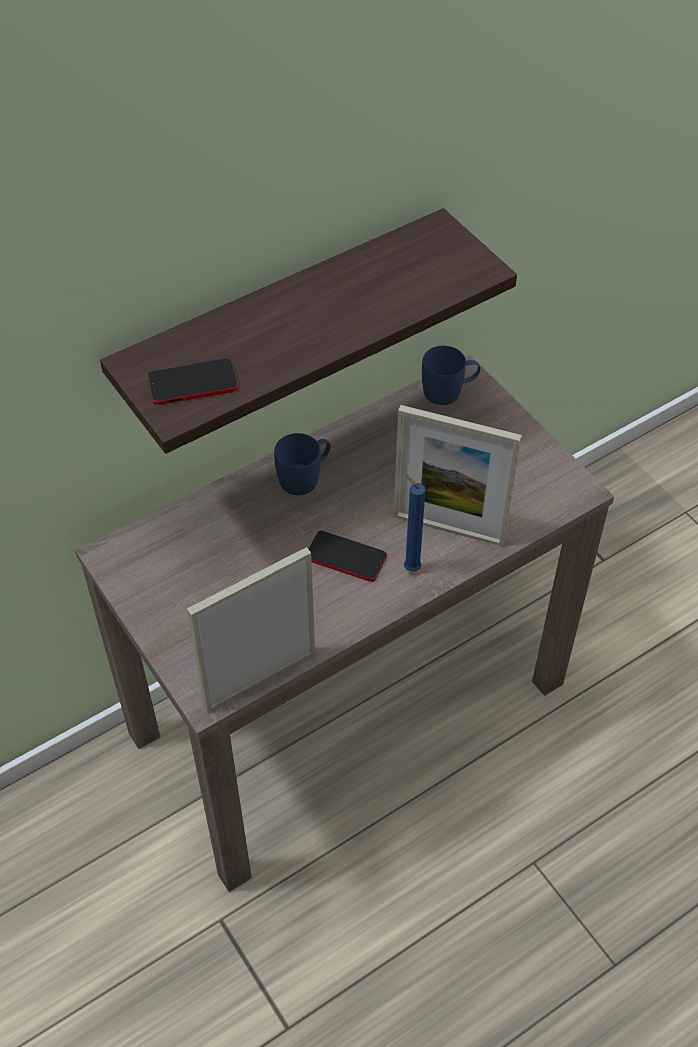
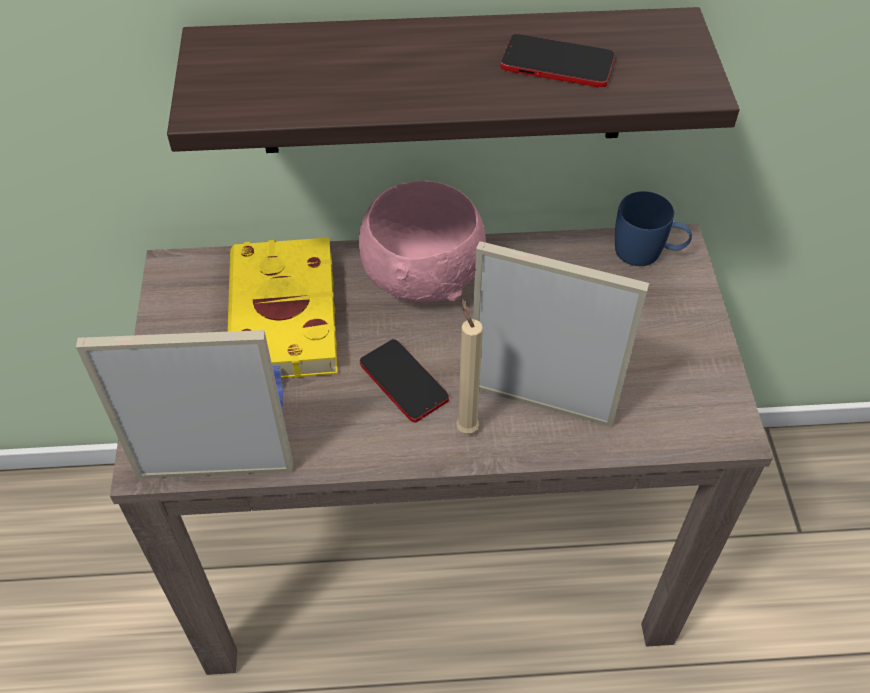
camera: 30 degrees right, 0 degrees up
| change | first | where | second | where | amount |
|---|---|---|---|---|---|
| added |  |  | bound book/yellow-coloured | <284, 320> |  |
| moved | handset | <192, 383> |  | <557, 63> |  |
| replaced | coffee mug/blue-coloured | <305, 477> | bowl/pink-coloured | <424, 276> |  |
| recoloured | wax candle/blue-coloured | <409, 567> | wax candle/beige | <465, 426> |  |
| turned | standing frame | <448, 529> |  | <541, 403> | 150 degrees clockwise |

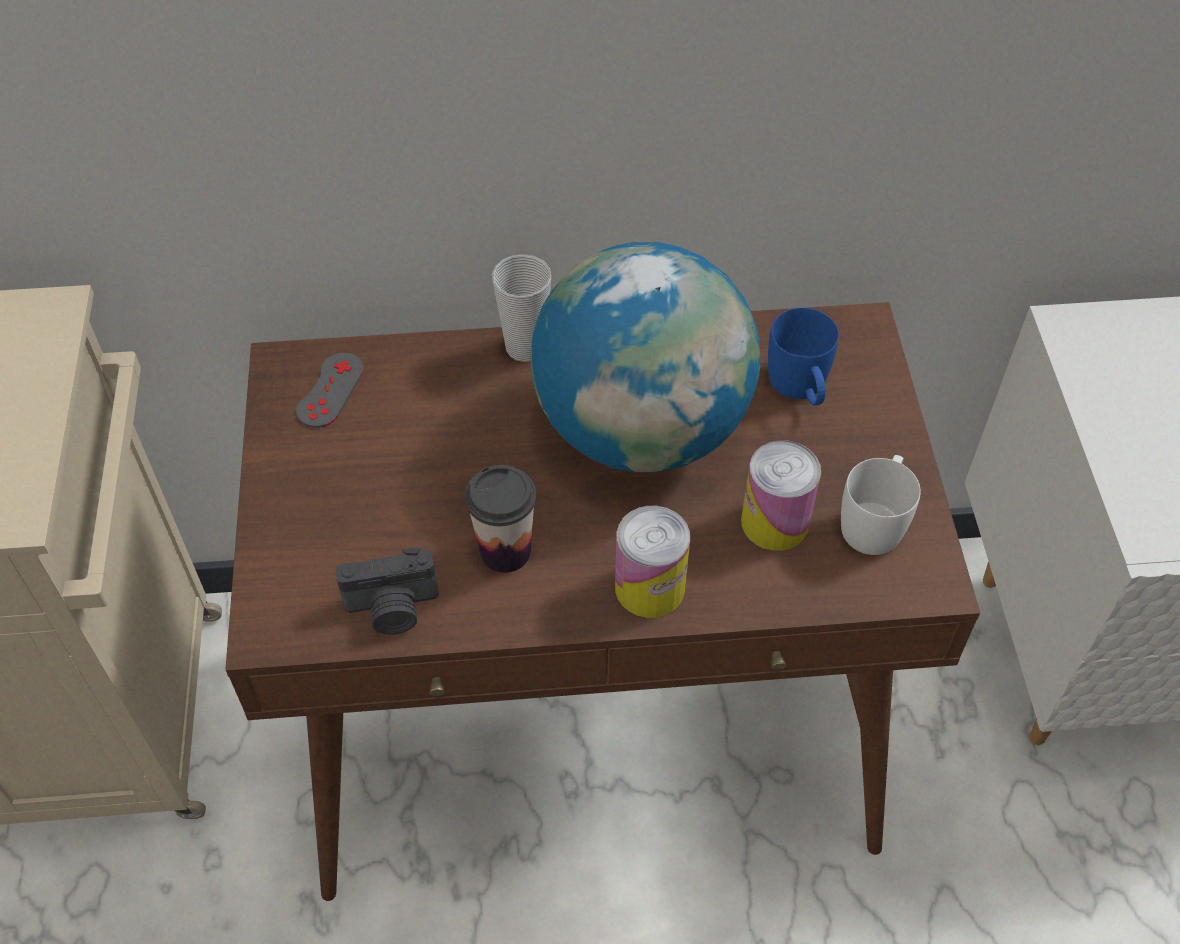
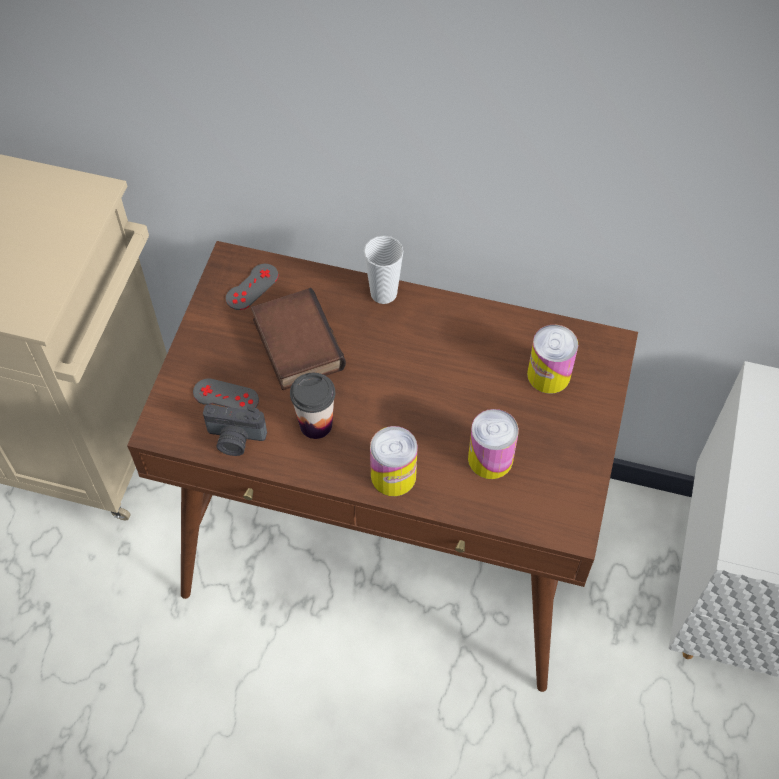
camera: 20 degrees right, 5 degrees up
| change | first | where | second | where | amount |
|---|---|---|---|---|---|
| removed | desk globe | <642, 429> |  |  |  |
| removed | coffee mug/white | <875, 520> |  |  |  |
| added |  |  | game controller/greyish | <226, 396> |  |
| added |  |  | bound book | <294, 344> |  |
| replaced | coffee mug/blue-coloured | <800, 389> | sealed can | <548, 375> |  |

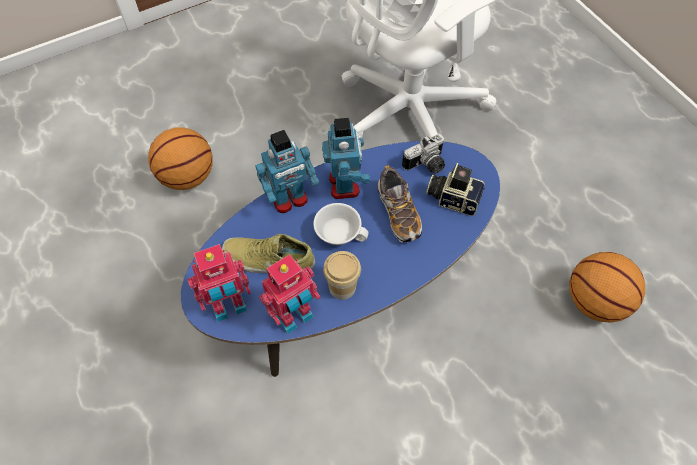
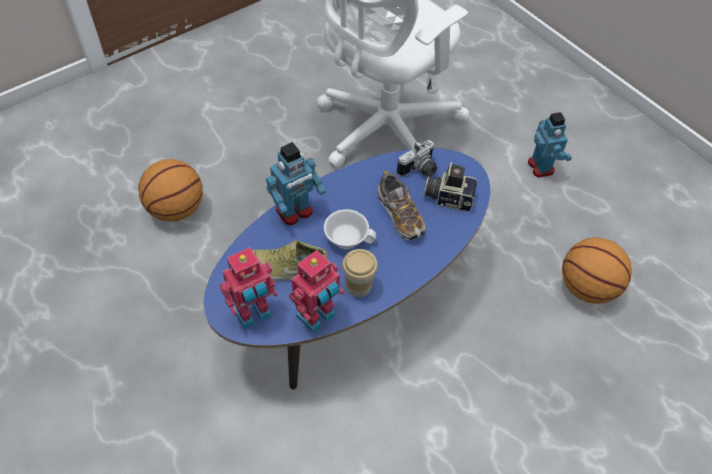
camera: 10 degrees left, 5 degrees down
| change | first | where | second | where | amount |
|---|---|---|---|---|---|
| moved | model robot | <345, 185> |  | <541, 167> |  |

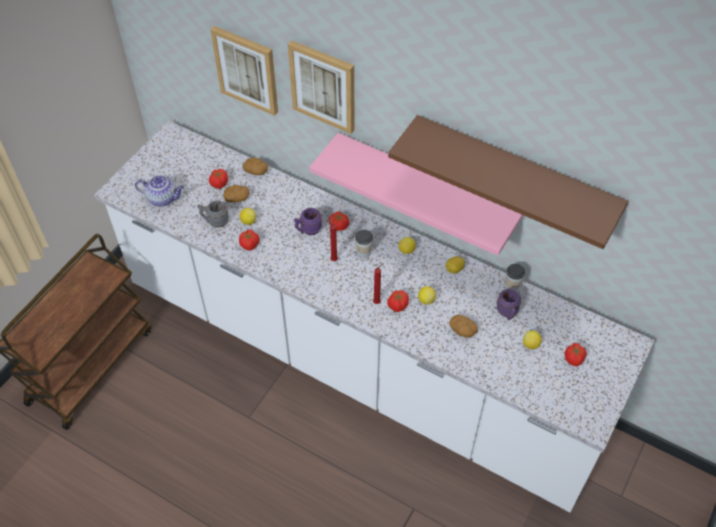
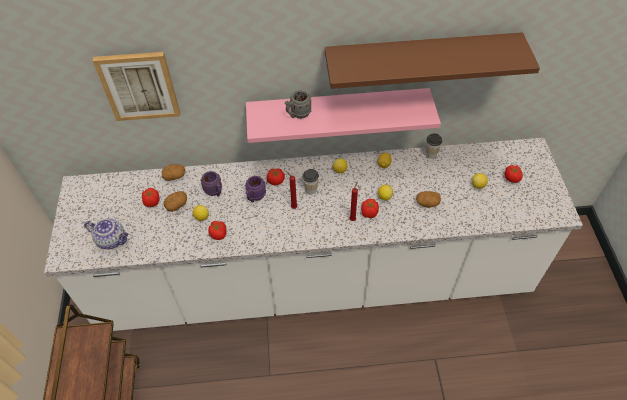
camera: 35 degrees left, 0 degrees up
| change | first | where | second | where | amount |
|---|---|---|---|---|---|
| removed | wall picture | <323, 86> |  |  |  |
| moved | coffee mug/greyish | <215, 221> |  | <298, 114> |  |
| moved | coffee mug/purplish | <507, 313> |  | <215, 192> |  |
| turned | tea pot | <163, 198> |  | <112, 240> | 45 degrees clockwise |

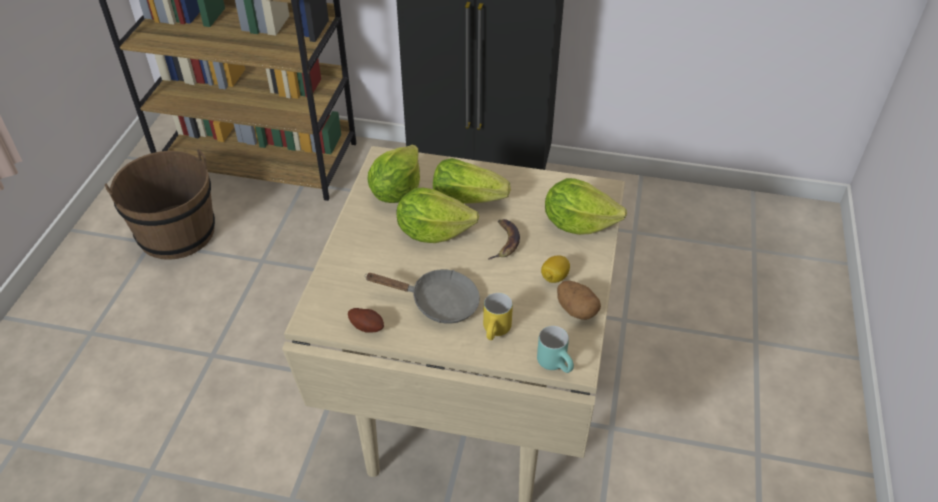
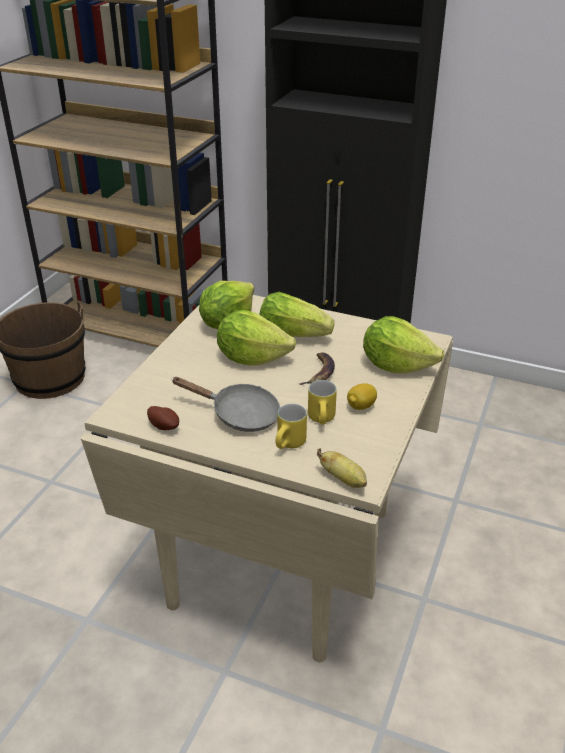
camera: 10 degrees right, 10 degrees down
| change | first | where | second | where | amount |
|---|---|---|---|---|---|
| removed | spud | <576, 309> |  |  |  |
| added |  |  | coffee mug/yellow-coloured | <323, 420> |  |
| replaced | coffee mug/blue-green | <557, 364> | banana | <344, 479> |  |

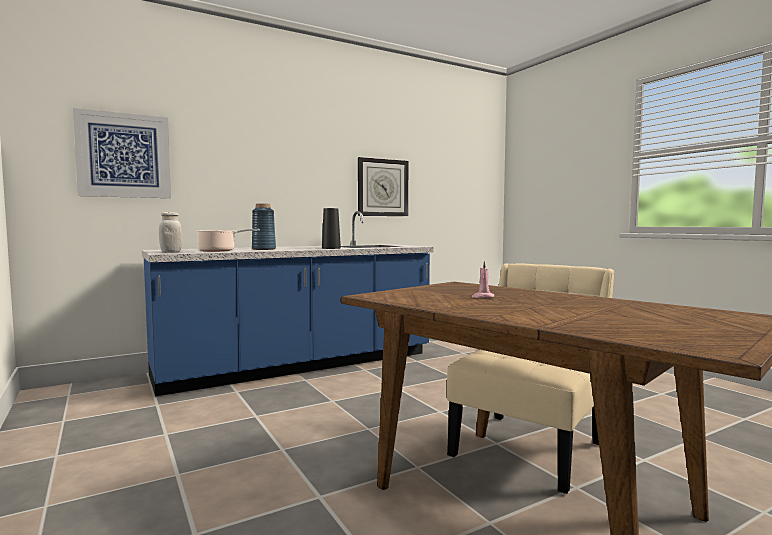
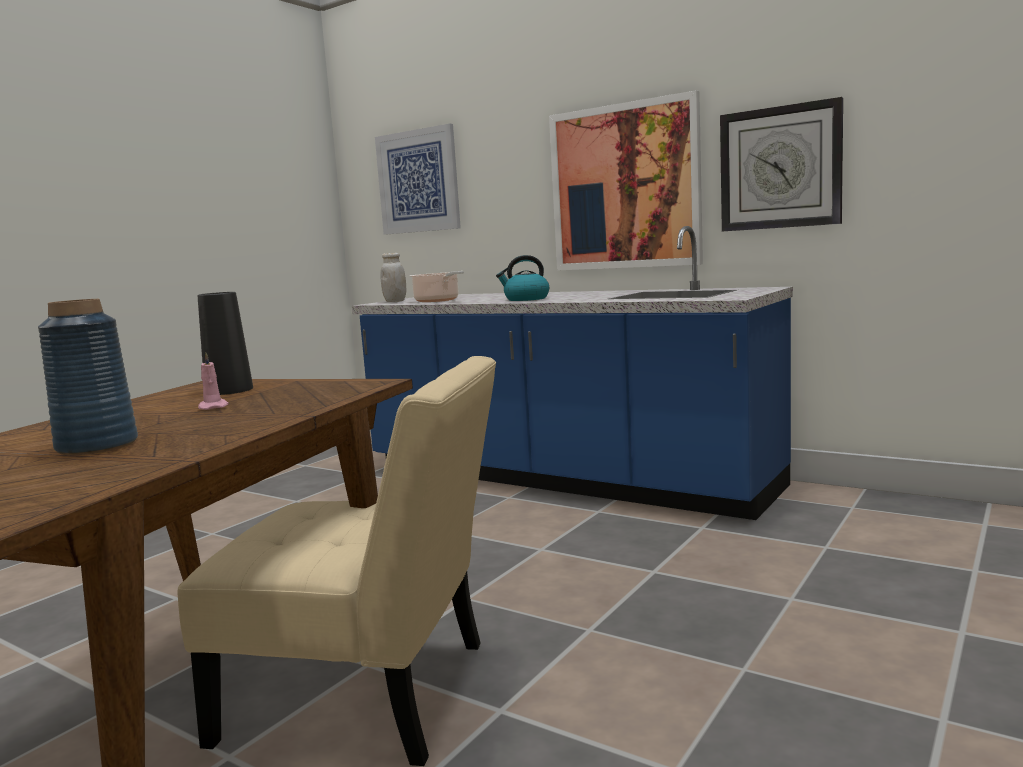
camera: 65 degrees right, 5 degrees up
| change | first | where | second | where | amount |
|---|---|---|---|---|---|
| added |  |  | kettle | <526, 299> |  |
| added |  |  | wall picture | <624, 187> |  |
| moved | vase/blue-coloured | <263, 249> |  | <96, 446> |  |
| moved | vase/black | <331, 248> |  | <229, 390> |  |

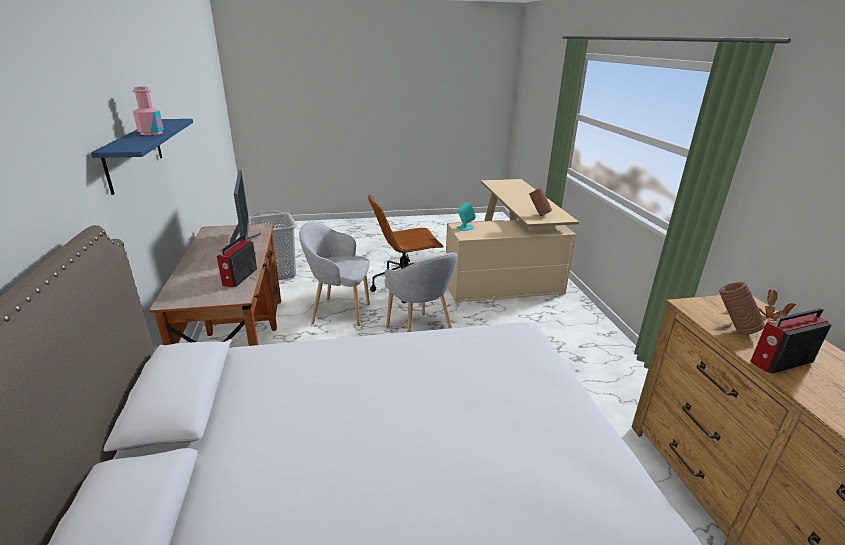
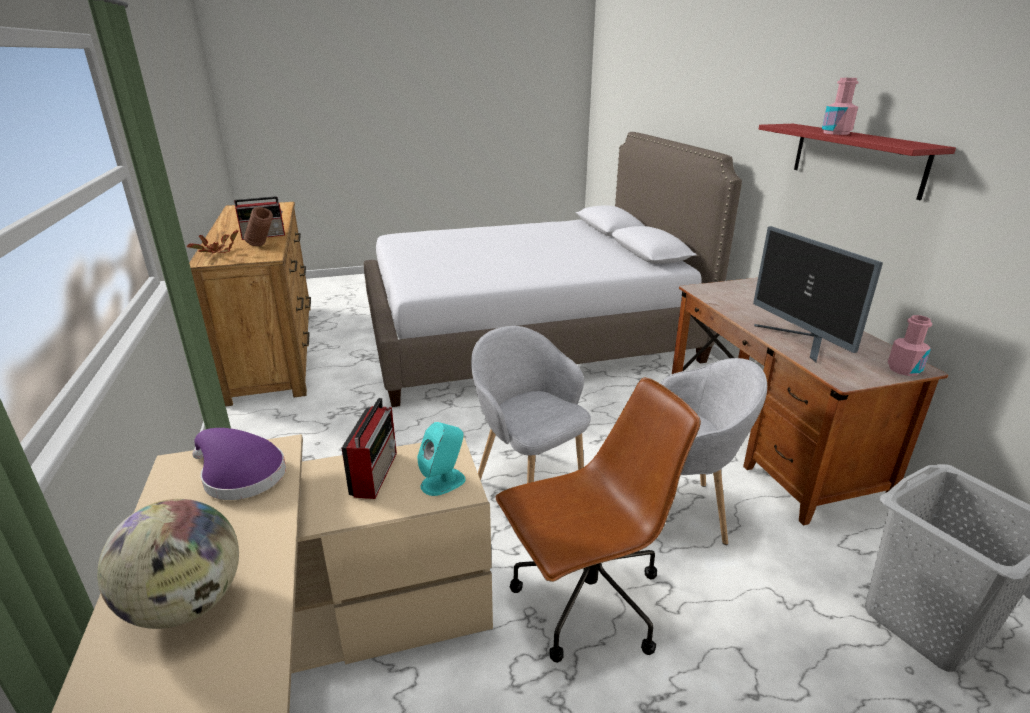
camera: 175 degrees right, 0 degrees up
| change | first | where | second | where | amount |
|---|---|---|---|---|---|
| added |  |  | desk globe | <186, 605> |  |
| added |  |  | drink bottle/pink-coloured | <904, 369> |  |
| moved | radio receiver | <239, 277> |  | <375, 473> |  |
| replaced | vase/brownish | <538, 215> | hat/purplish | <240, 475> |  |
| recoloured | wall shelf/blue-coloured | <134, 153> | wall shelf/red-coloured | <856, 158> |  |

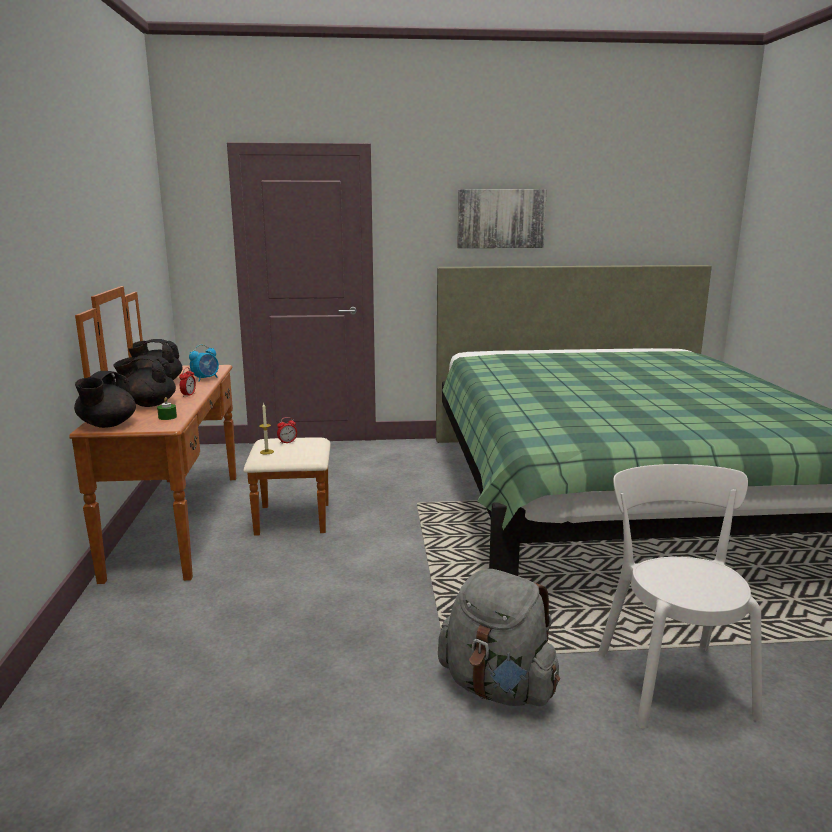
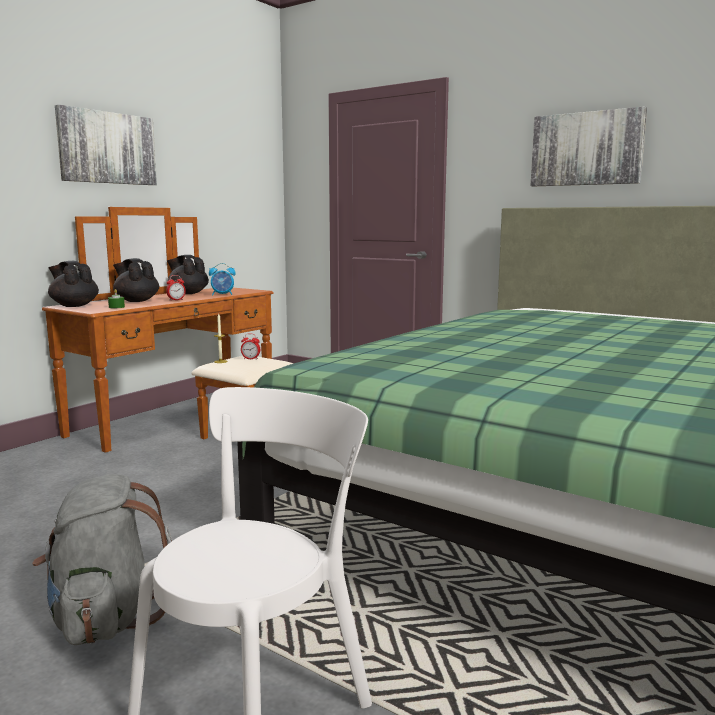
camera: 40 degrees right, 5 degrees down
| change | first | where | second | where | amount |
|---|---|---|---|---|---|
| added |  |  | wall picture | <107, 148> |  |
| turned | tea pot/black | <107, 425> |  | <74, 305> | 75 degrees clockwise |

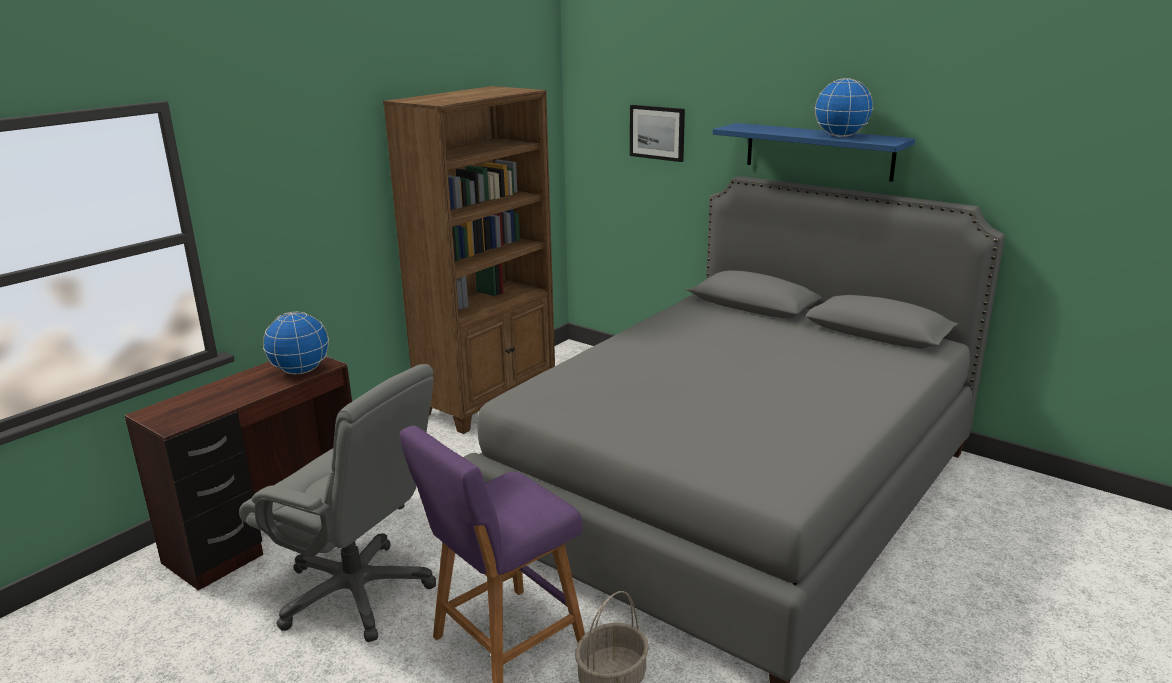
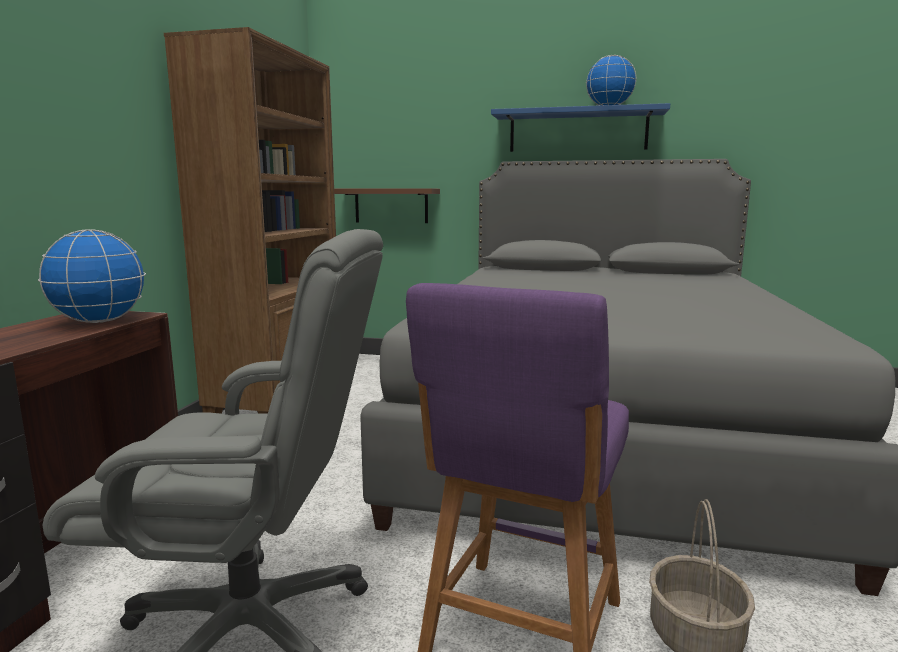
camera: 25 degrees left, 10 degrees down
| change | first | where | second | where | amount |
|---|---|---|---|---|---|
| removed | wall picture | <657, 132> |  |  |  |
| added |  |  | wall shelf/brownish | <391, 205> |  |

